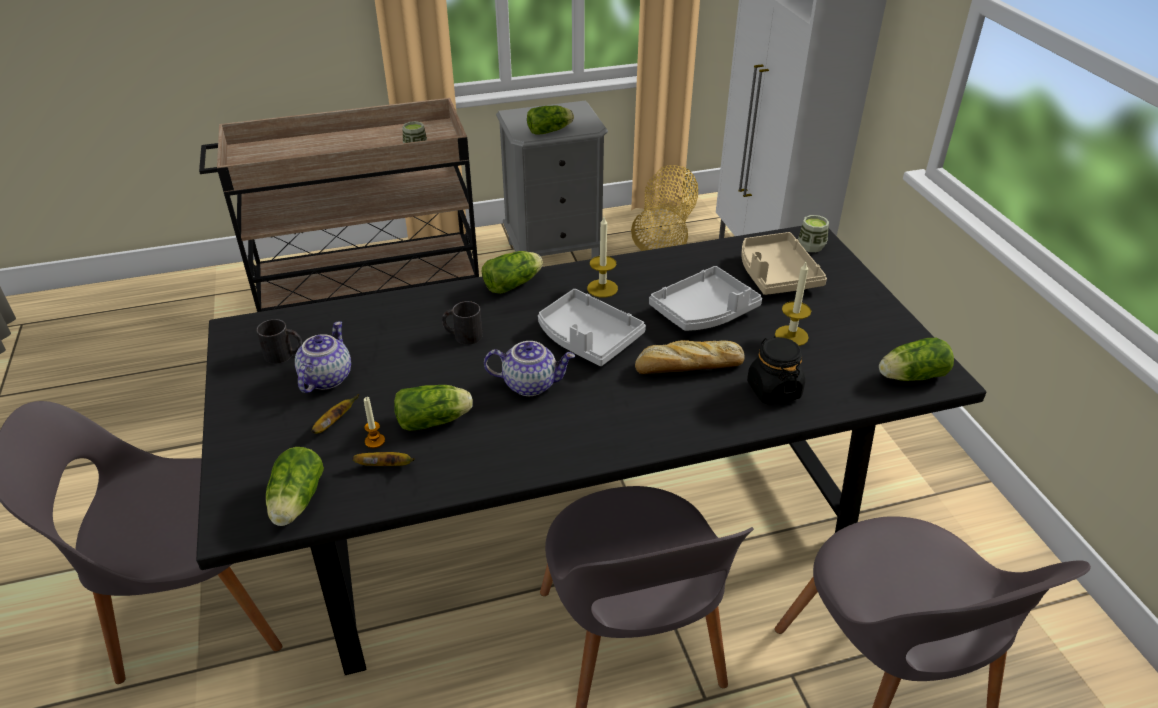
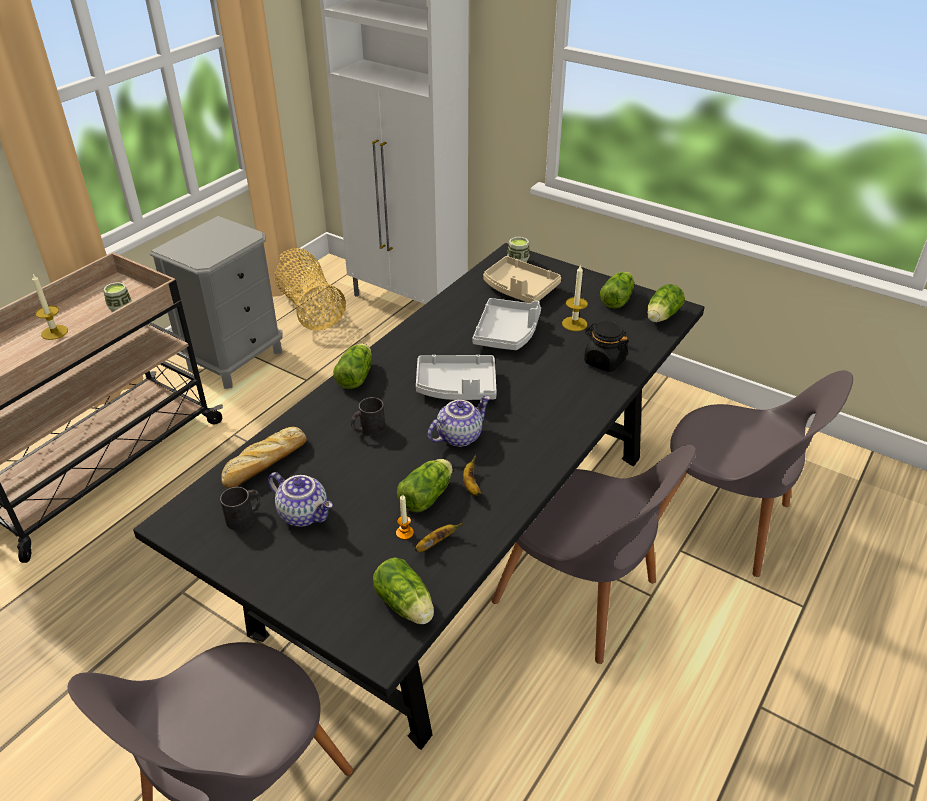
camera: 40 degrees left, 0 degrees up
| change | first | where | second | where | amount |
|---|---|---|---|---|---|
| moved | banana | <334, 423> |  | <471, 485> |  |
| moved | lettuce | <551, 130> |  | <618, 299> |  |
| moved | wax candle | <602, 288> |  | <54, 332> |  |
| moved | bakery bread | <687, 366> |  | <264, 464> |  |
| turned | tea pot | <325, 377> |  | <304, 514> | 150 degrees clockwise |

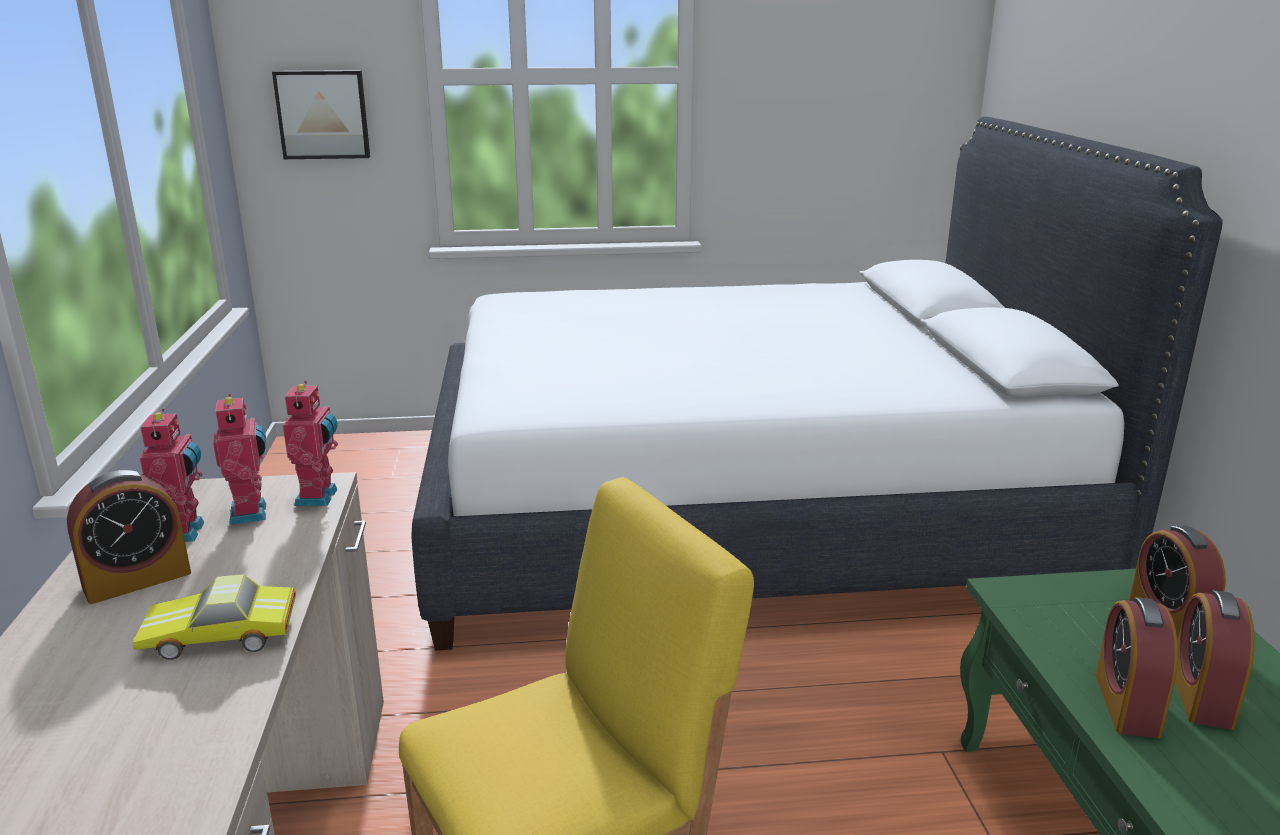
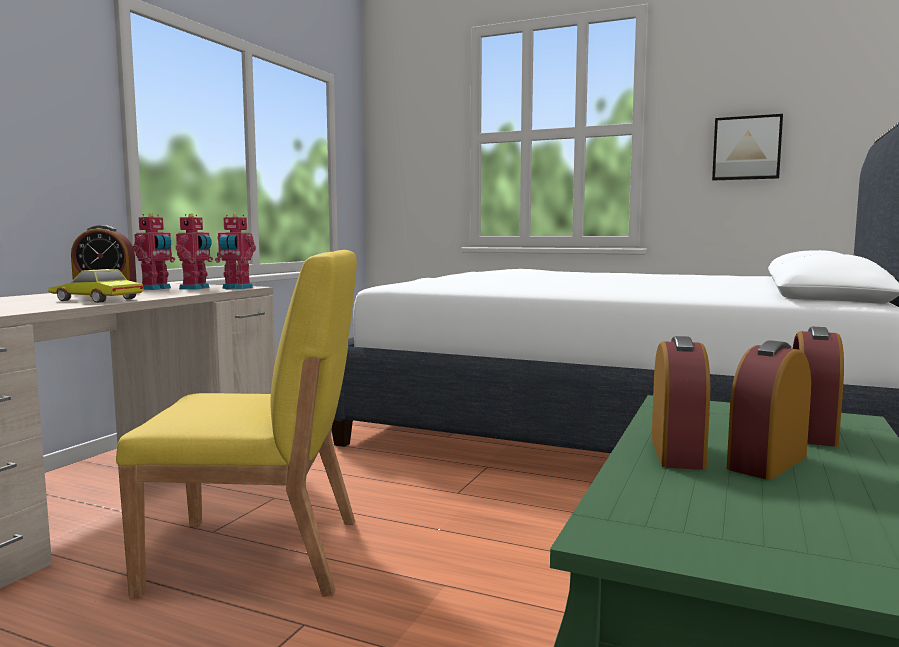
camera: 30 degrees right, 15 degrees down
| change | first | where | second | where | amount |
|---|---|---|---|---|---|
| moved | wall picture | <323, 114> |  | <746, 148> |  |
| turned | model robot | <319, 497> |  | <236, 288> | 75 degrees clockwise |
| turned | alarm clock | <1126, 704> |  | <677, 452> | 150 degrees clockwise |

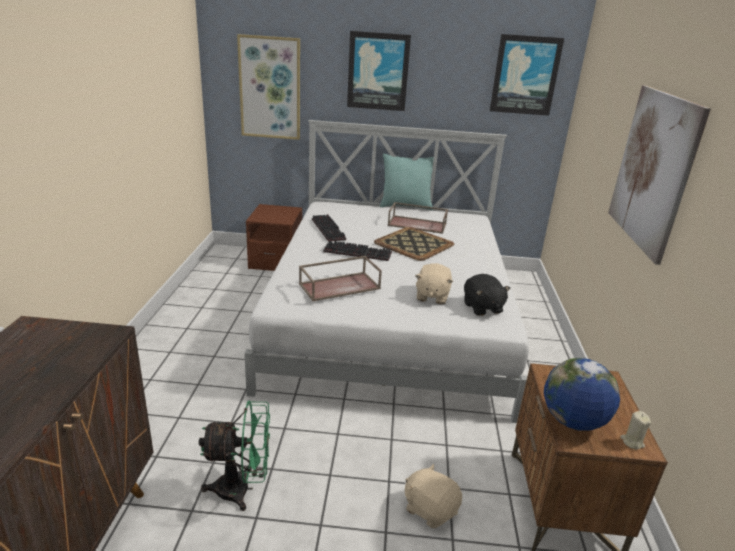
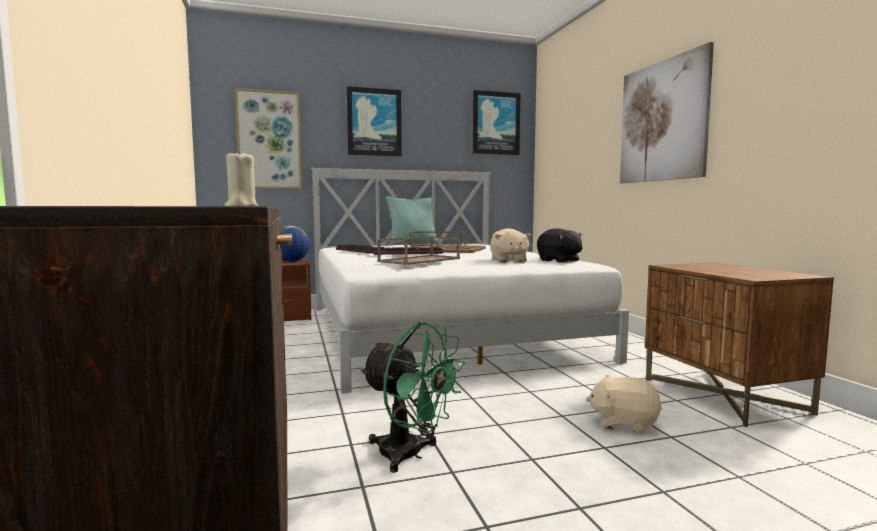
camera: 20 degrees left, 20 degrees down
| change | first | where | second | where | amount |
|---|---|---|---|---|---|
| moved | desk globe | <573, 421> |  | <291, 262> |  |
| moved | wax candle/beige | <632, 442> |  | <241, 207> |  |
| turned | cooling fan/green | <242, 489> |  | <410, 455> | 60 degrees clockwise |

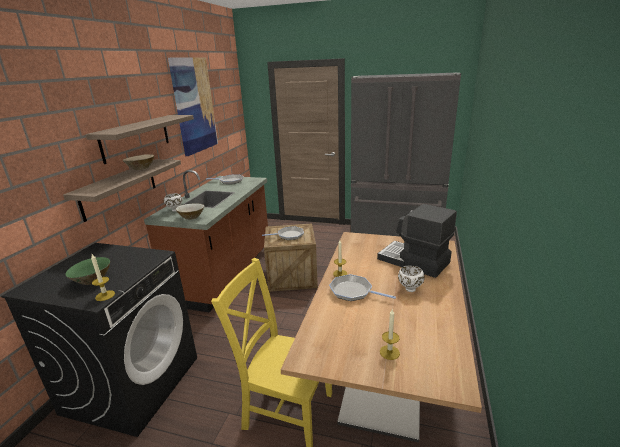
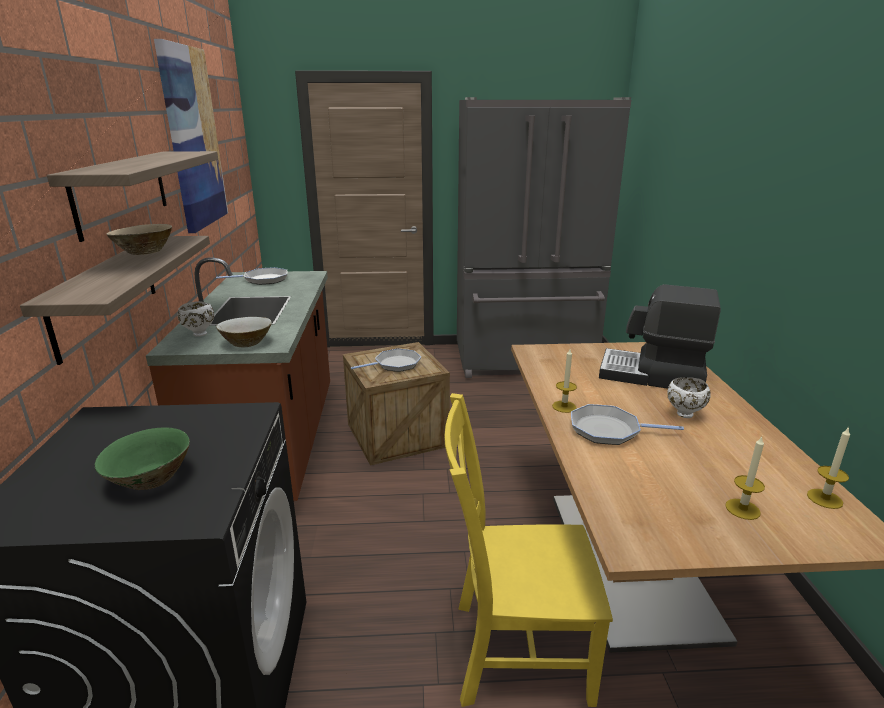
camera: 20 degrees left, 0 degrees up
| change | first | where | second | where | amount |
|---|---|---|---|---|---|
| moved | wax candle | <105, 295> |  | <824, 498> |  |

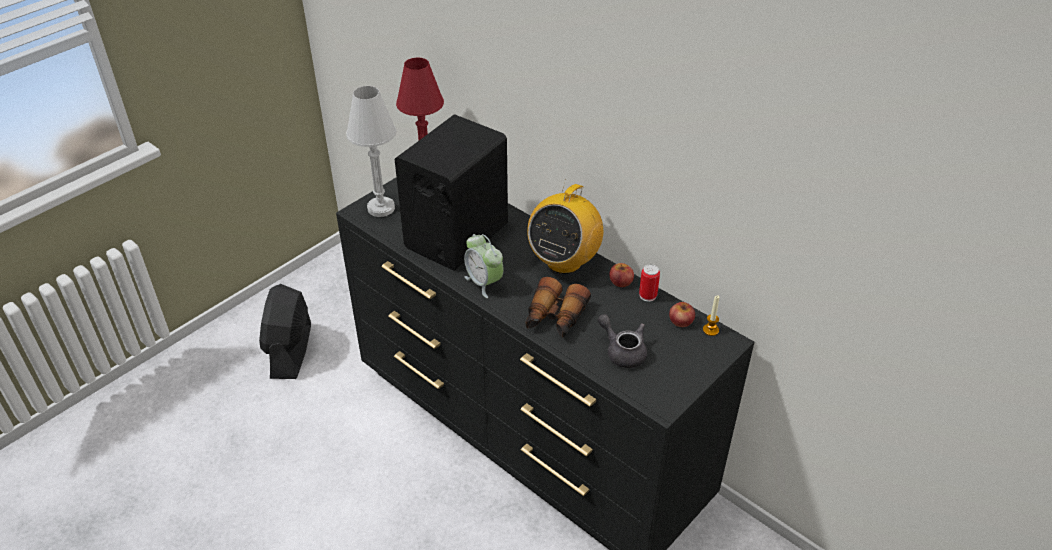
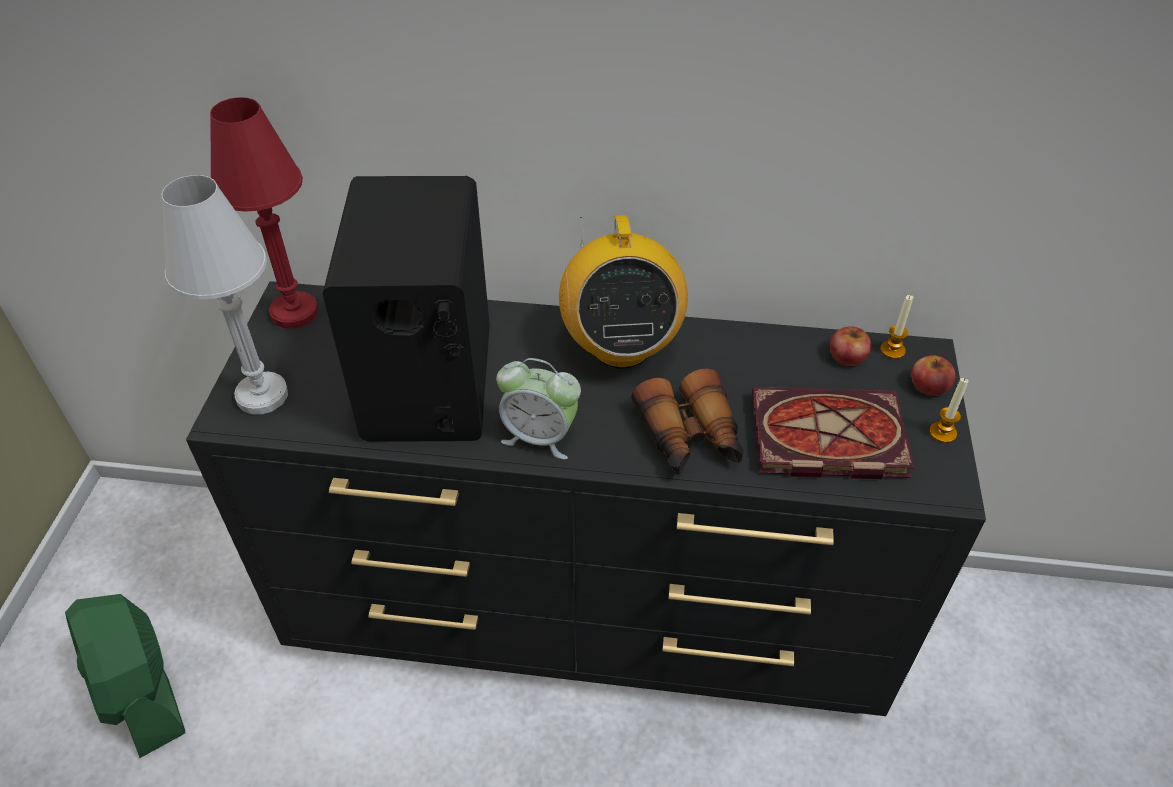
camera: 35 degrees left, 5 degrees up
| change | first | where | second | where | amount |
|---|---|---|---|---|---|
| removed | sealed can | <648, 295> |  |  |  |
| added |  |  | wax candle | <942, 432> |  |
| moved | whole apple | <621, 281> |  | <929, 385> |  |
| replaced | tea pot/greyish | <622, 351> | bound book | <824, 439> |  |
| recoloured | cooling fan/black | <291, 351> | cooling fan/green | <142, 692> |  |

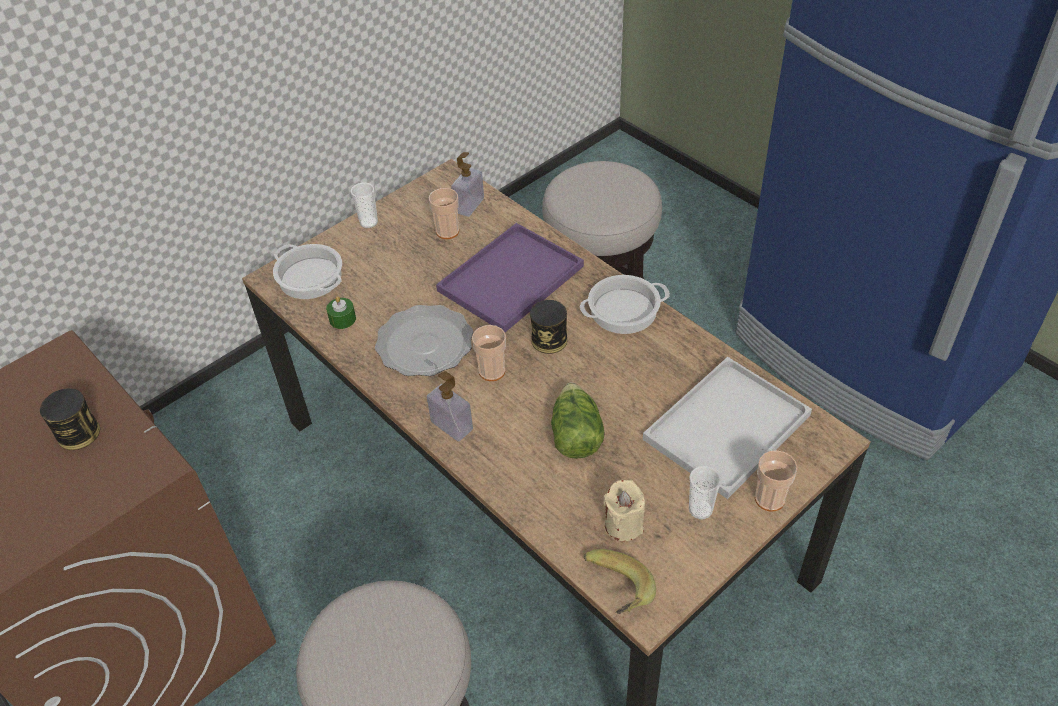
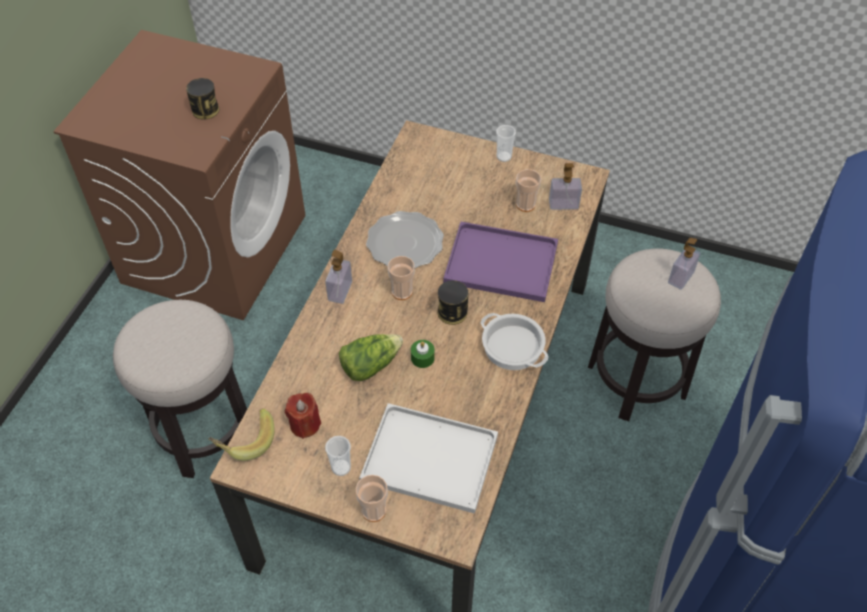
camera: 60 degrees right, 5 degrees up
| change | first | where | second | where | amount |
|---|---|---|---|---|---|
| removed | stockpot | <311, 277> |  |  |  |
| added |  |  | soap dispenser | <680, 277> |  |
| moved | wax candle/green | <342, 319> |  | <422, 358> |  |
| recoloured | wax candle/beige | <623, 524> | wax candle/red-coloured | <305, 424> |  |

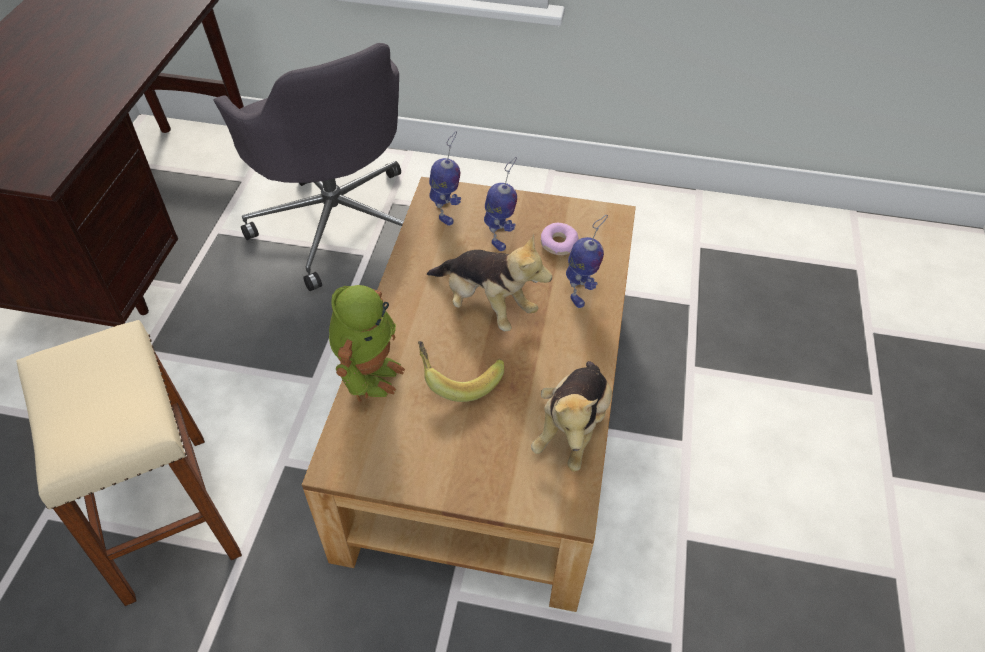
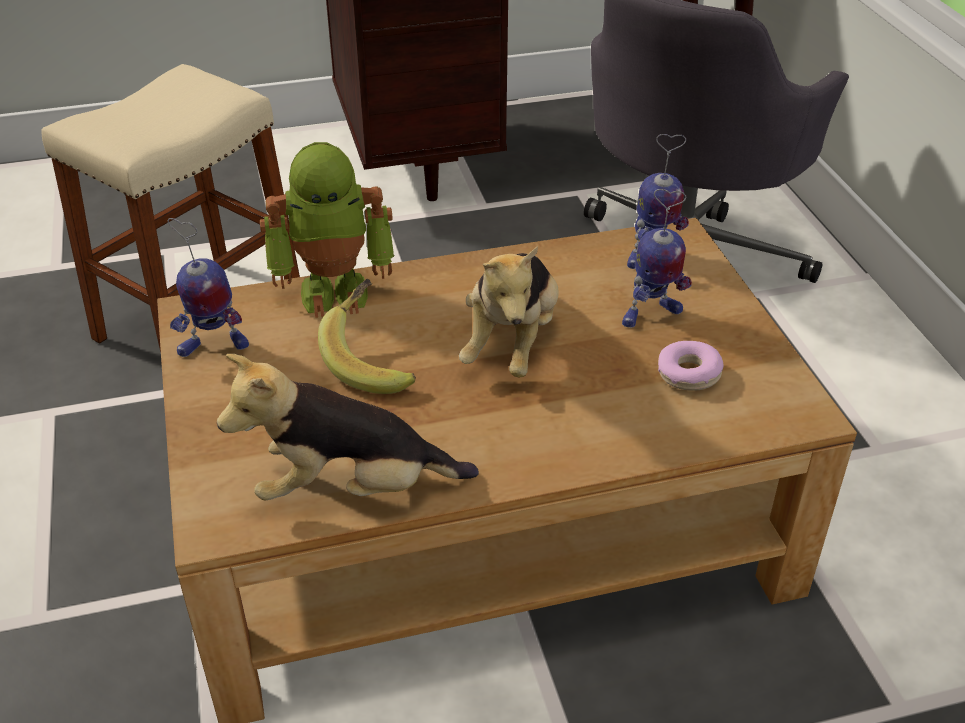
camera: 65 degrees right, 10 degrees down
| change | first | where | second | where | amount |
|---|---|---|---|---|---|
| moved | model robot | <580, 291> |  | <212, 347> |  |

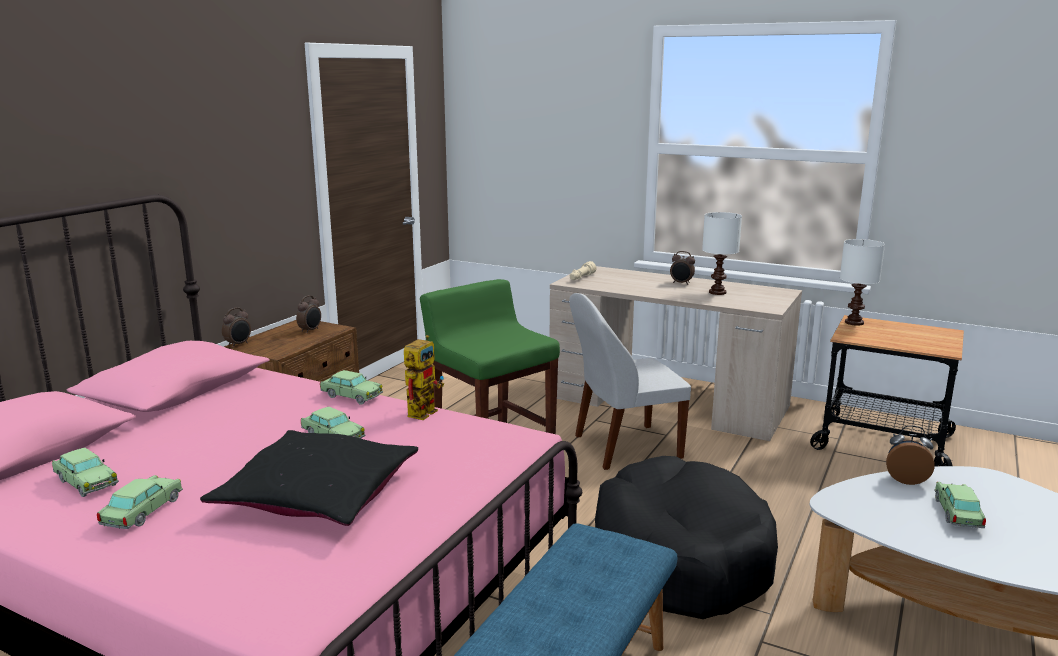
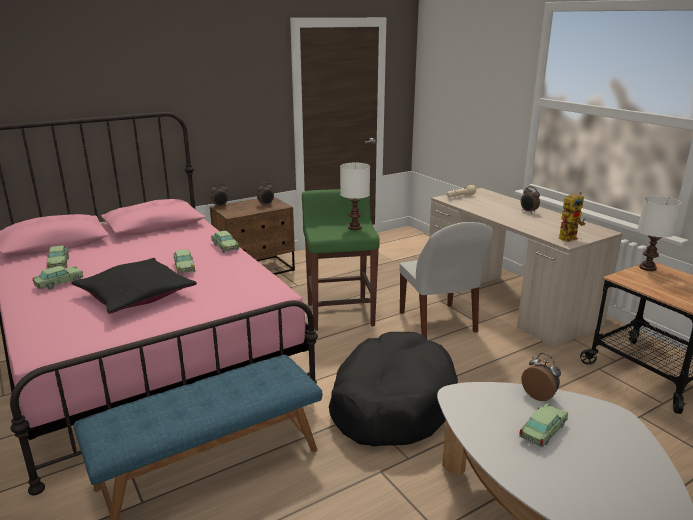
camera: 30 degrees right, 5 degrees up
| change | first | where | second | where | amount |
|---|---|---|---|---|---|
| moved | model robot | <423, 410> |  | <569, 237> |  |
| moved | table lamp/white | <718, 292> |  | <355, 227> |  |
| turned | plain chair/white | <624, 447> |  | <438, 323> | 120 degrees counterclockwise |

